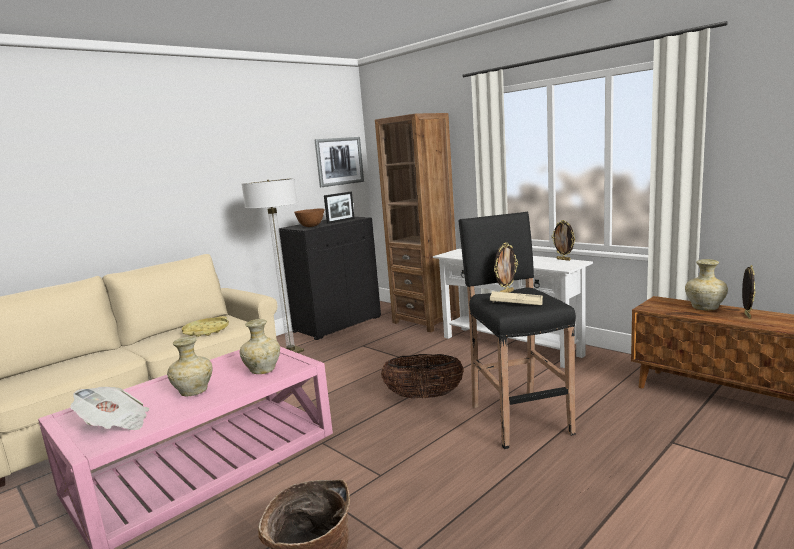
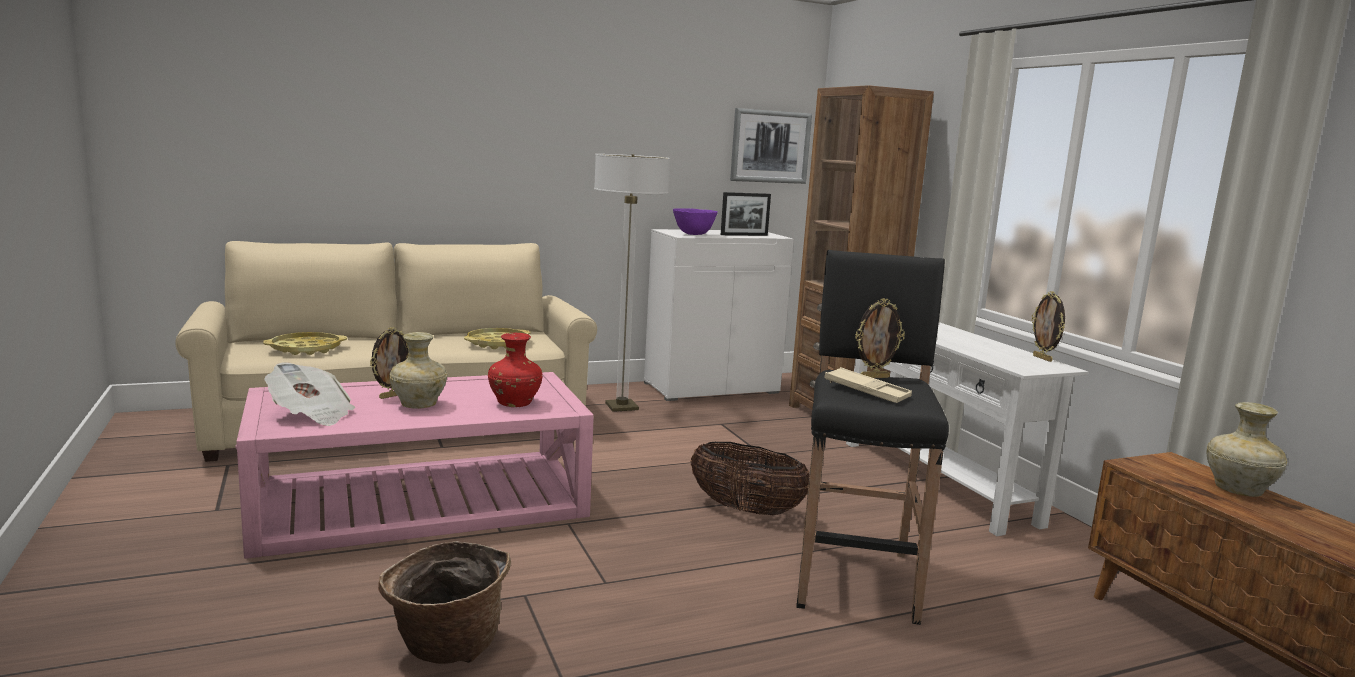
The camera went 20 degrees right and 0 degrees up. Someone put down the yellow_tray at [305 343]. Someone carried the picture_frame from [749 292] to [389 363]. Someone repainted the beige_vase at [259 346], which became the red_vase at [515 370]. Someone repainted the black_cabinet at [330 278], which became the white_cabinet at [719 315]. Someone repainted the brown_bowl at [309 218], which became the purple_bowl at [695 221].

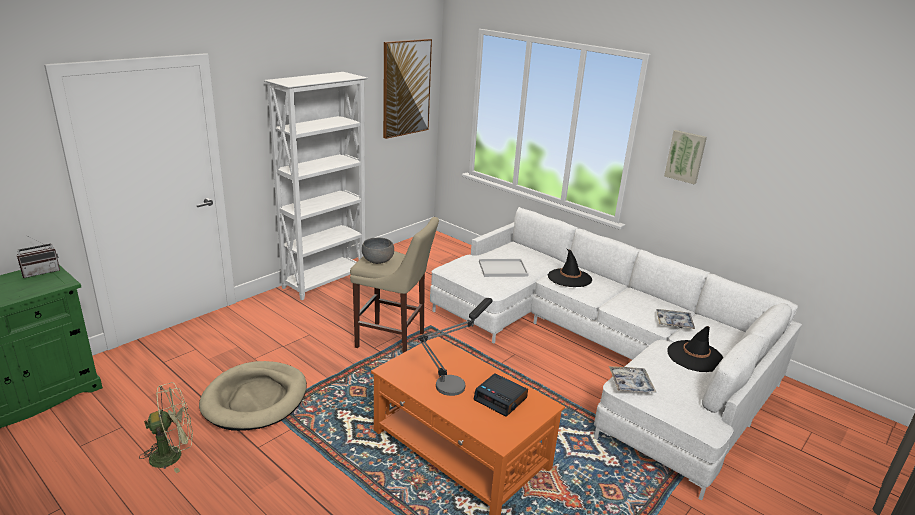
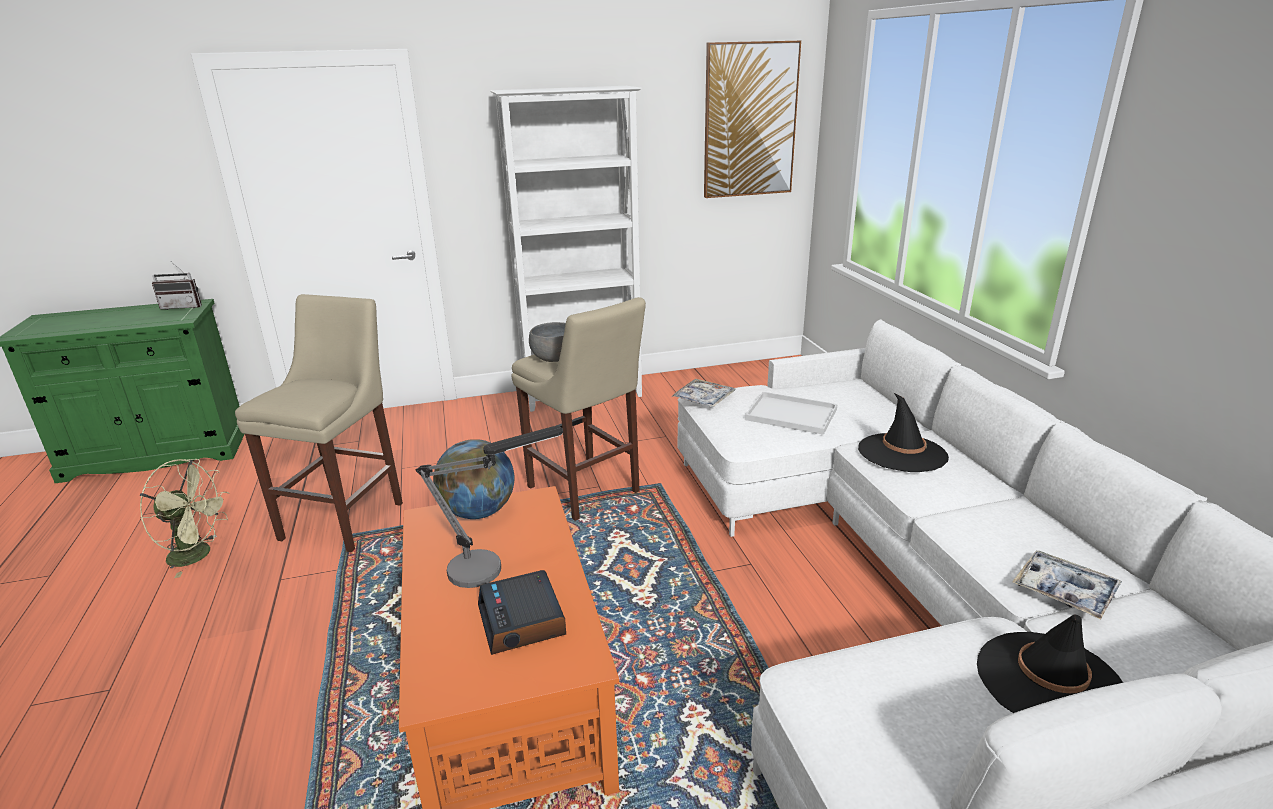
The camera went 35 degrees right and 0 degrees up. Someone swapped the beige_dog_bed at [253 396] for the beige_stool at [319 423]. Someone put down the globe at [473 479]. Someone carried the tray from [632 379] to [703 393]. Someone took away the picture at [685 157].

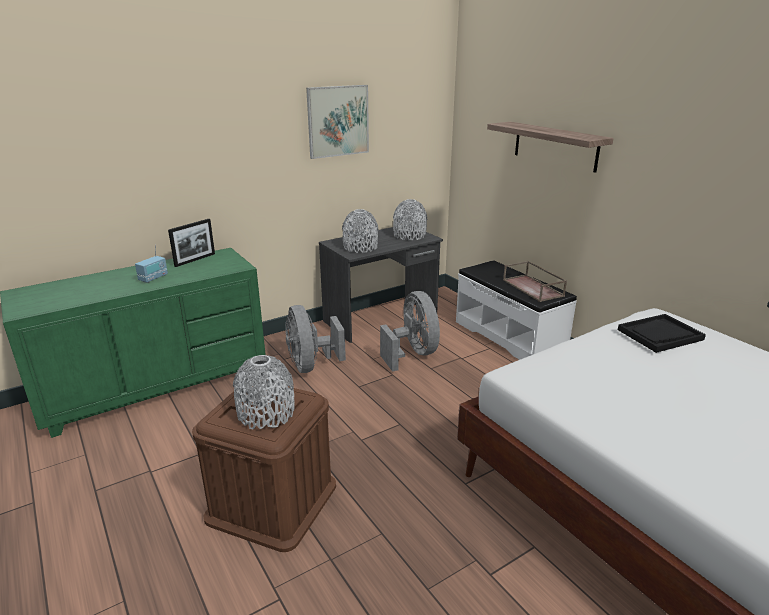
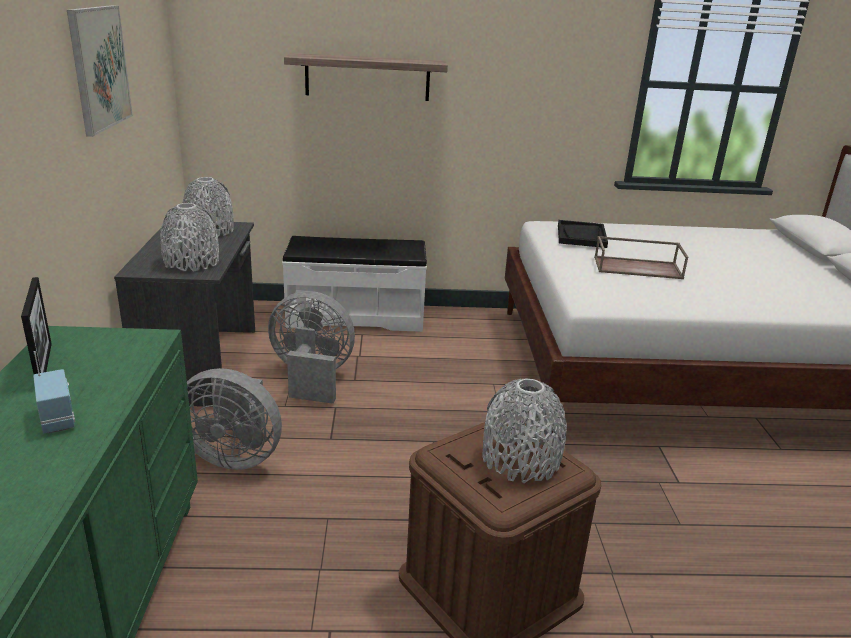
The camera went 60 degrees left and 0 degrees up. Someone carried the brown_tray from [535 281] to [641 257].

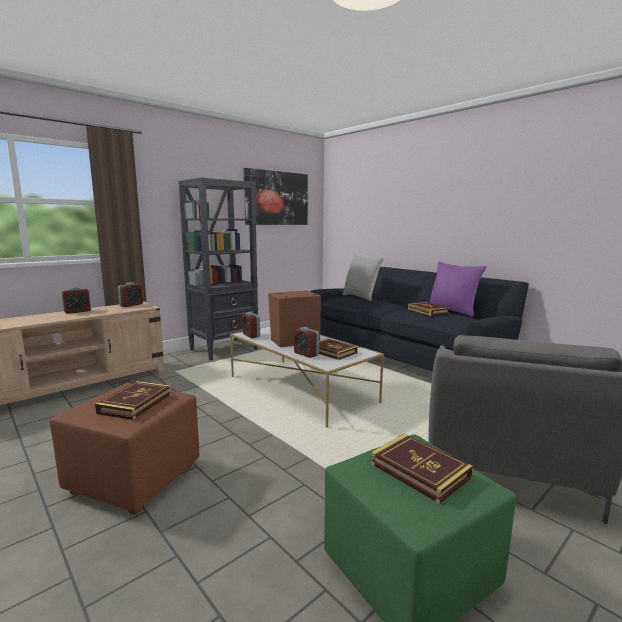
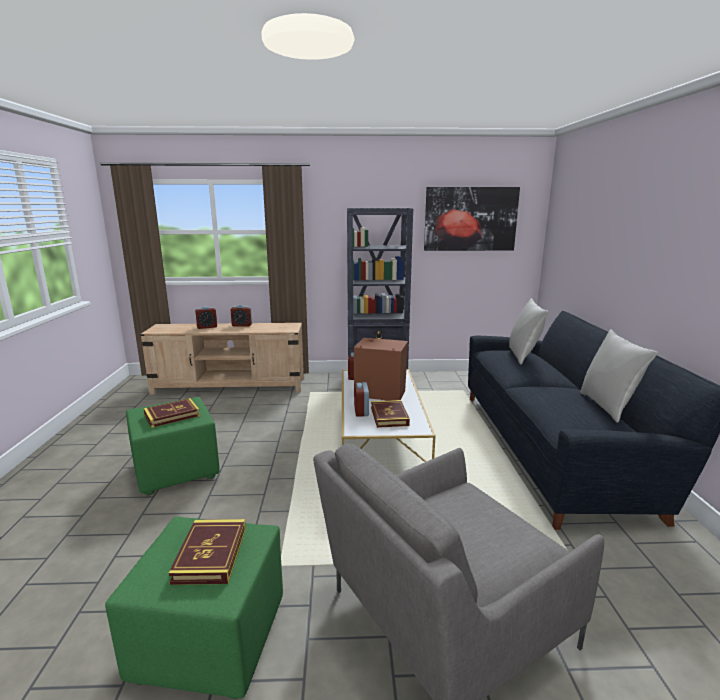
The camera went 40 degrees right and 5 degrees up. Someone repainted the brown_ottoman at [124 448], which became the green_ottoman at [173 446]. Someone carried the alarm_clock from [130 294] to [206 318]. Someone repainted the purple_pillow at [458 289], which became the grey_pillow at [619 376]. Someone took away the book at [429 309].

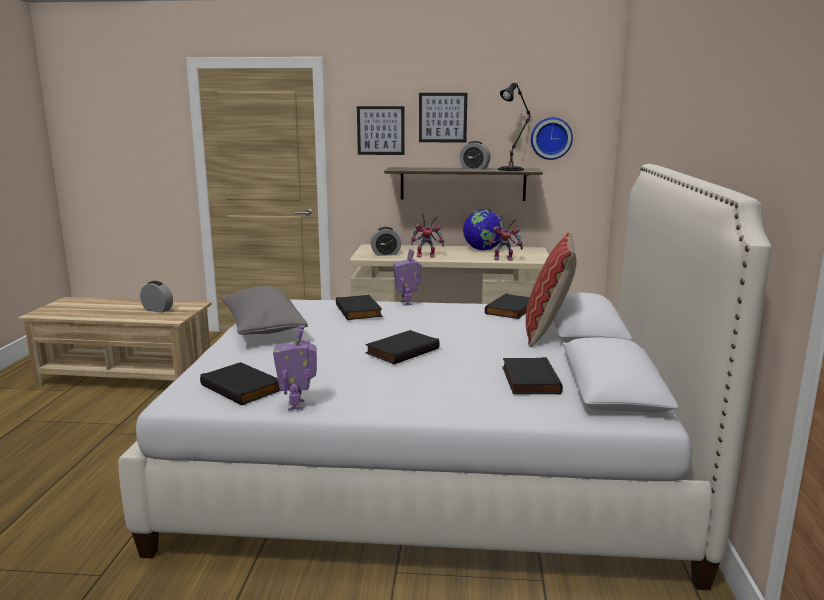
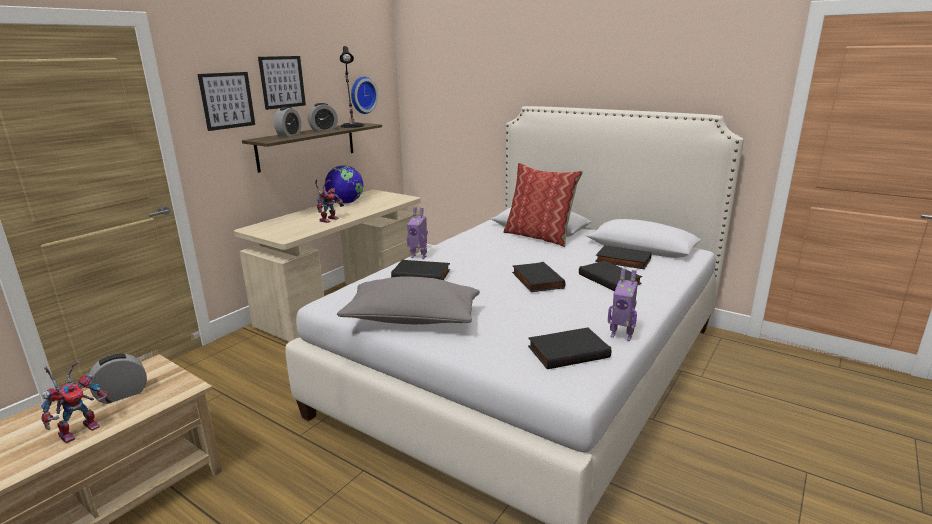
The camera went 60 degrees left and 5 degrees up. Someone carried the toy_robot from [506 238] to [76 402]. Someone carried the alarm_clock from [385 241] to [287 122]. Someone carried the black_book from [507 306] to [610 275].

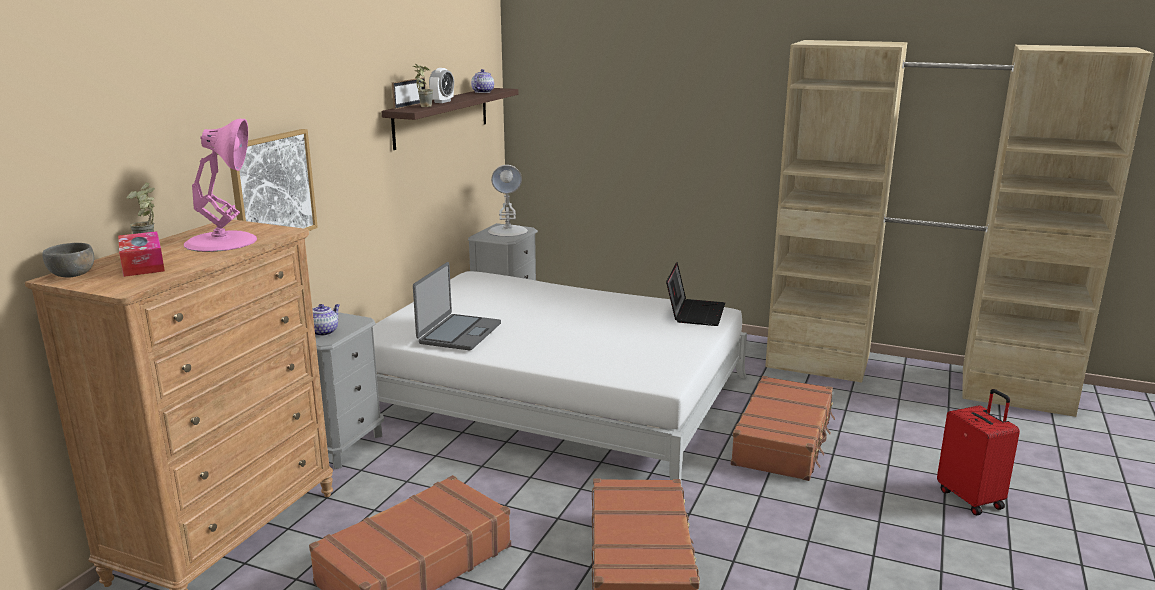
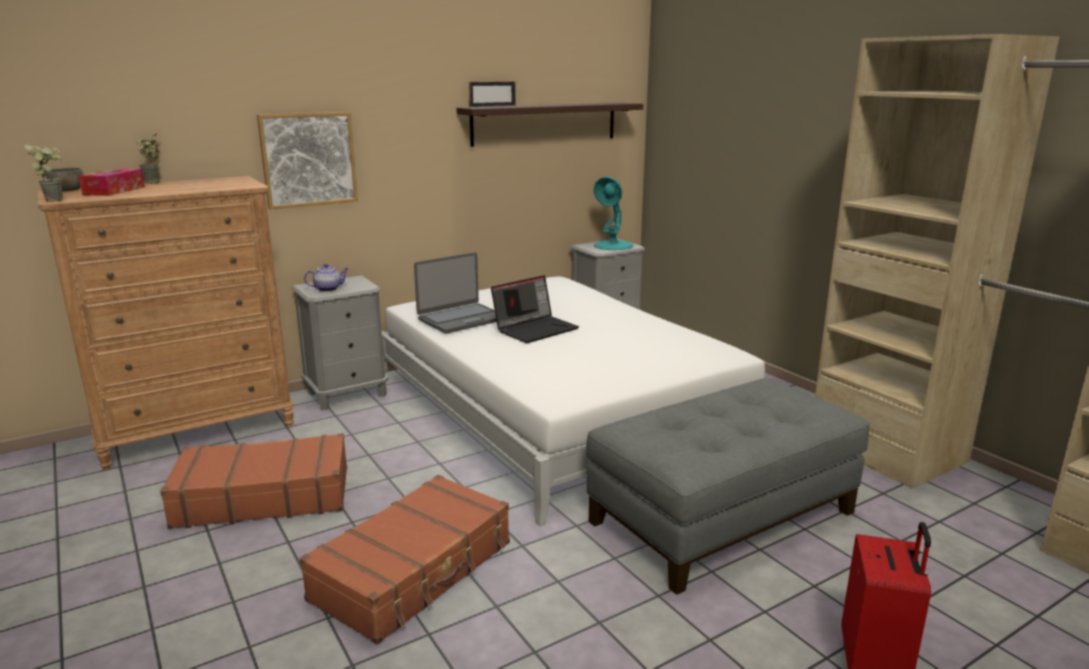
The camera went 35 degrees right and 0 degrees up. Someone carried the potted_plant from [423 85] to [43 173]. Someone carried the laptop from [695 294] to [535 309]. Someone swapped the brown_suitcase at [783 428] for the grey_ottoman at [728 486]. Someone repainted the white_table_lamp at [508 201], which became the turquoise_table_lamp at [614 213]. Someone took away the pink_table_lamp at [220 185]. Someone took away the alarm_clock at [441 85]. Someone took away the teapot at [482 81].

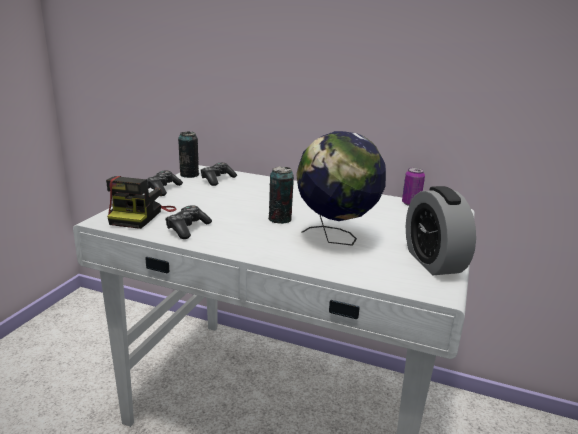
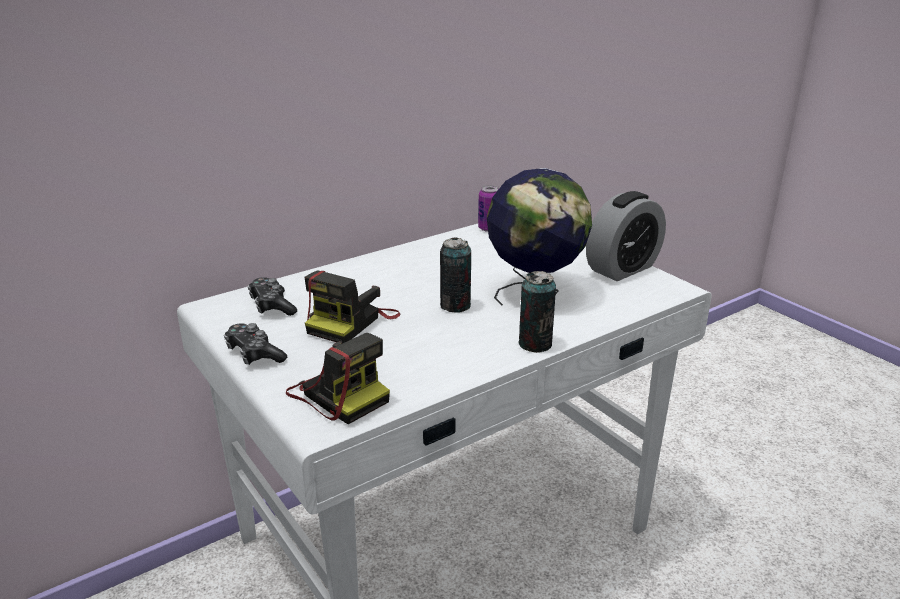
The camera went 55 degrees left and 5 degrees up. Someone put down the photo_camera at [352 307]. Someone carried the can from [188 154] to [537 312]. Someone rotated the alarm_clock at [441 230] by 60 degrees counterclockwise. Someone took away the game_controller at [188 222].

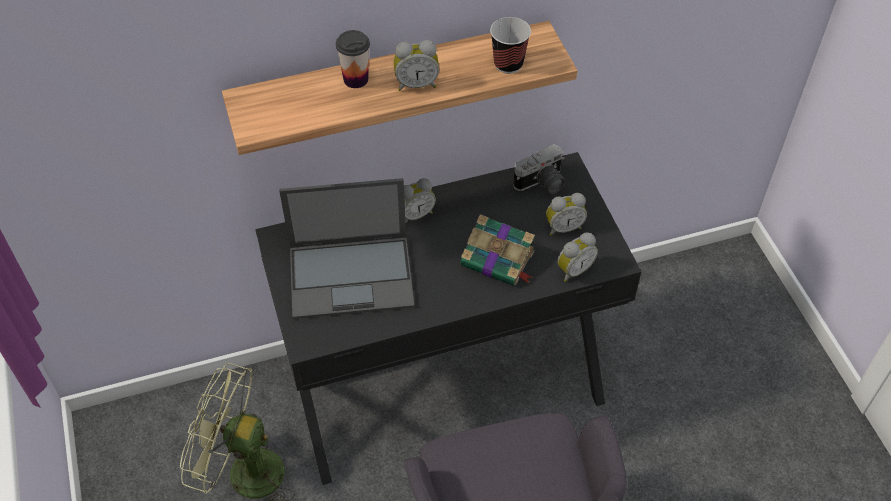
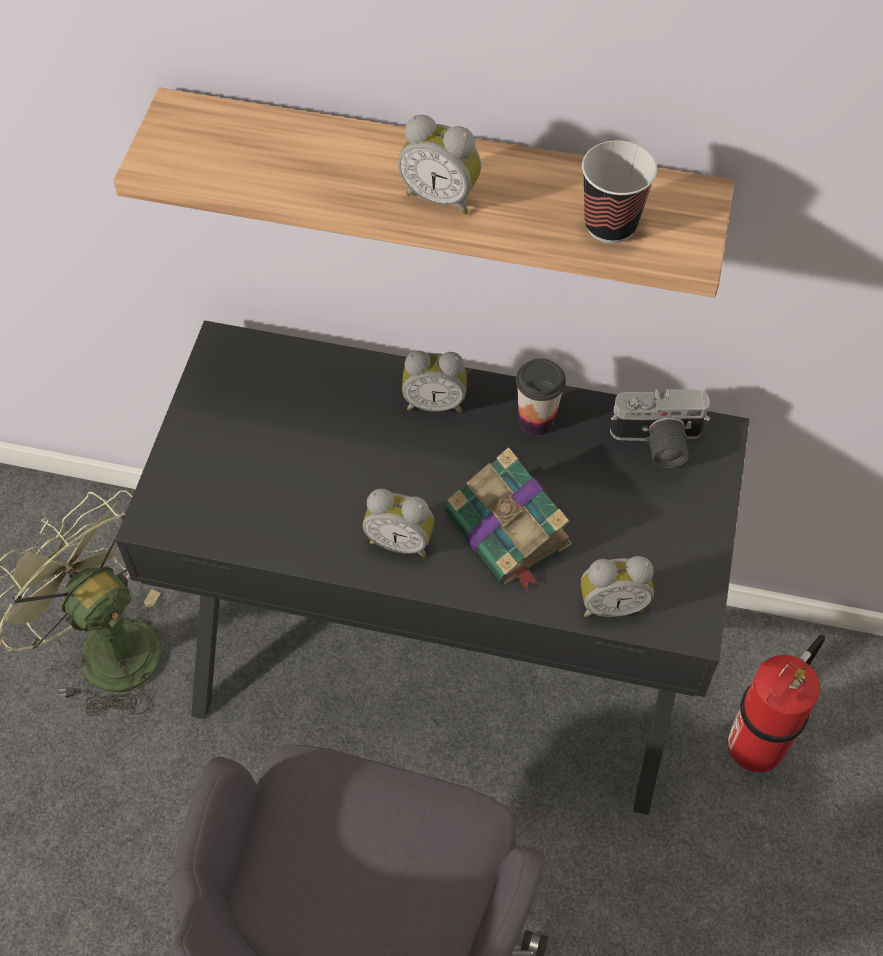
The camera went 30 degrees right and 5 degrees up. Someone carried the alarm_clock from [566 214] to [399 522]. Someone carried the cup from [353 59] to [541 396]. Someone put down the fire_extinguisher at [776 703]. Someone took away the laptop at [346 248].

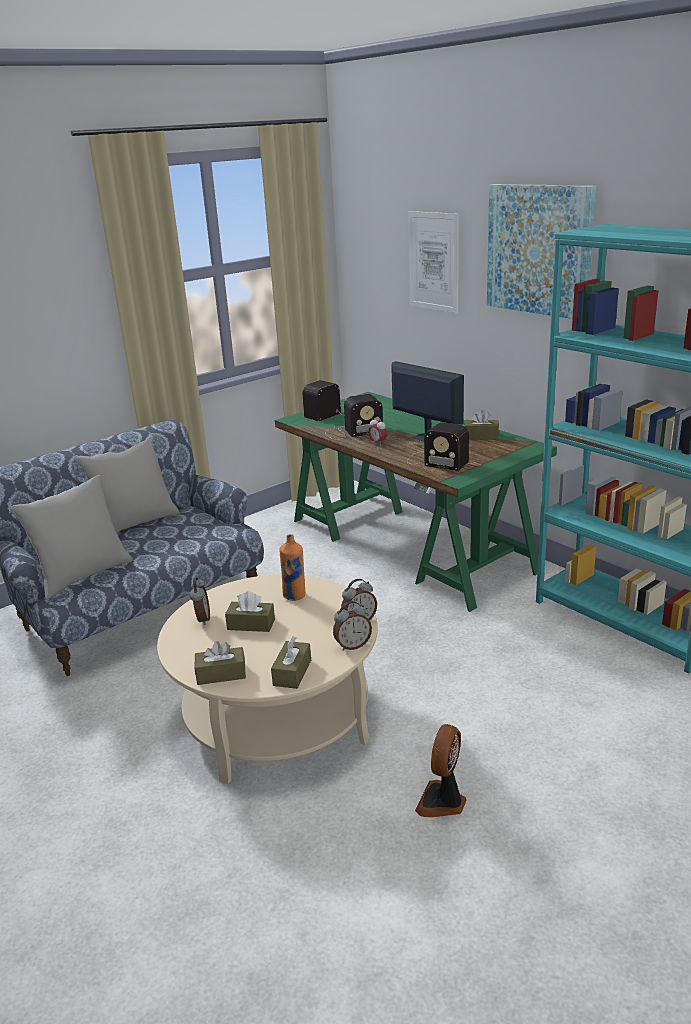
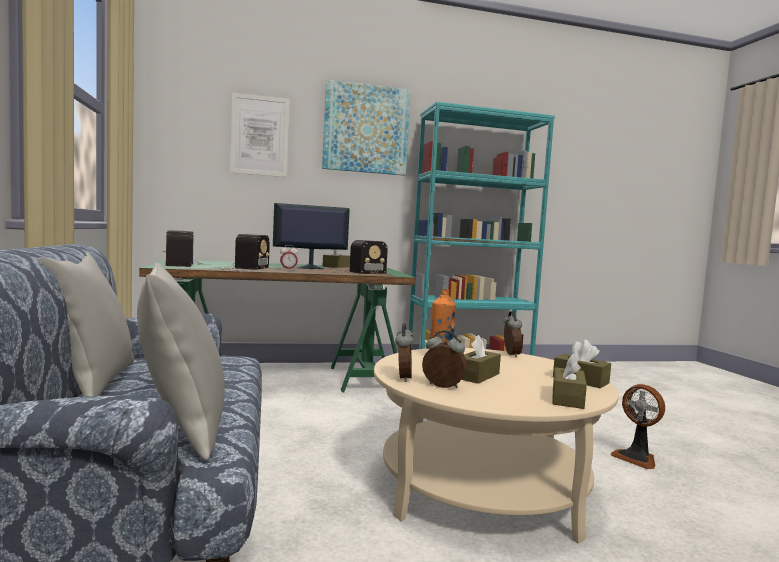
The camera went 65 degrees left and 20 degrees down. Someone carried the alarm_clock from [352 626] to [404 352].

